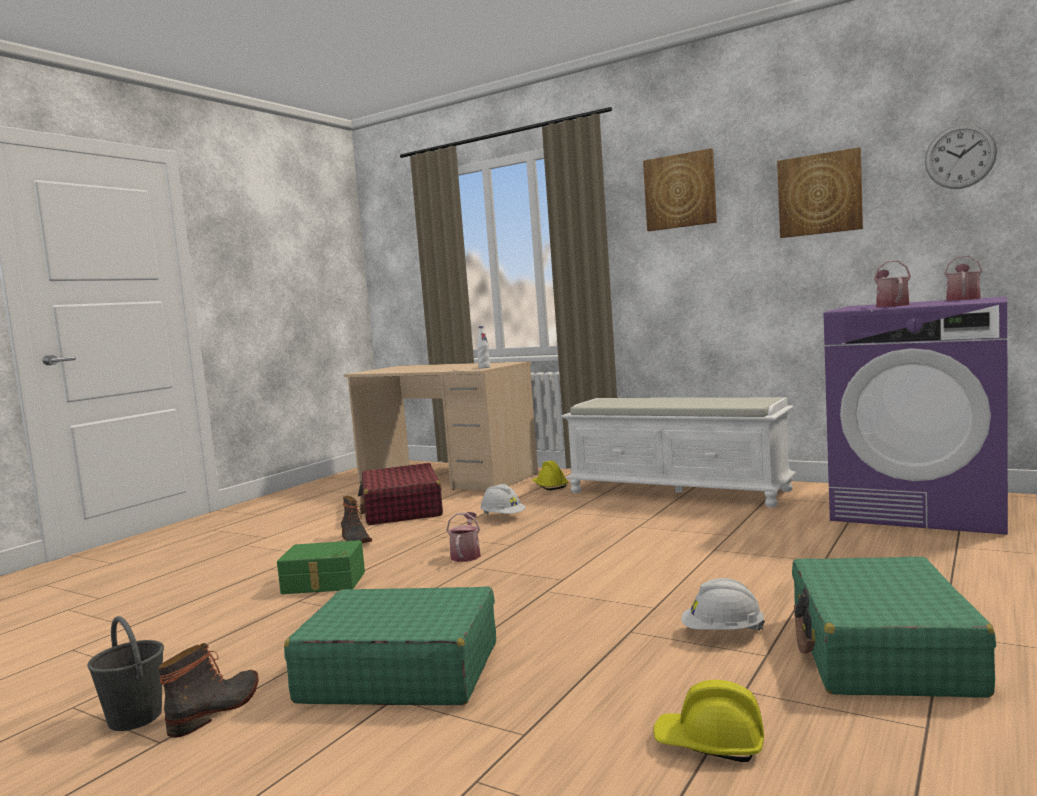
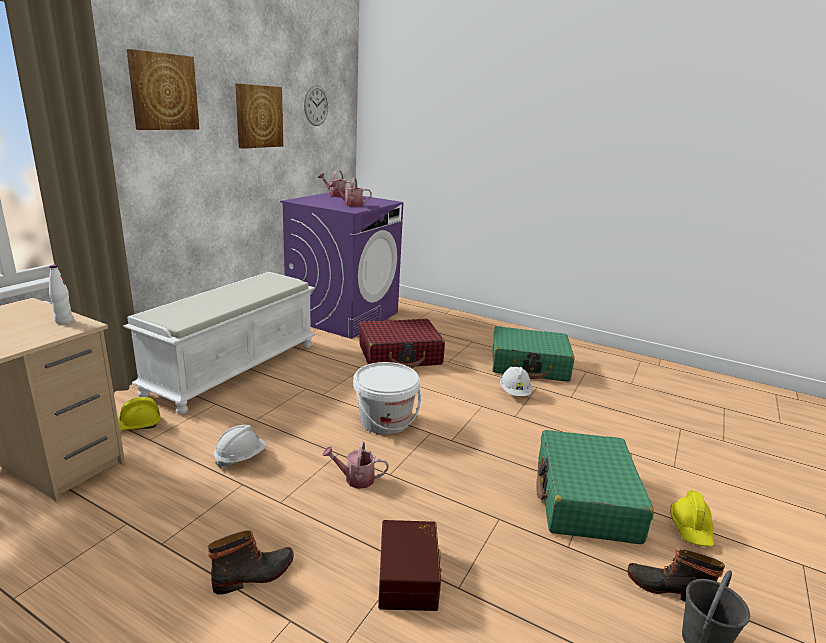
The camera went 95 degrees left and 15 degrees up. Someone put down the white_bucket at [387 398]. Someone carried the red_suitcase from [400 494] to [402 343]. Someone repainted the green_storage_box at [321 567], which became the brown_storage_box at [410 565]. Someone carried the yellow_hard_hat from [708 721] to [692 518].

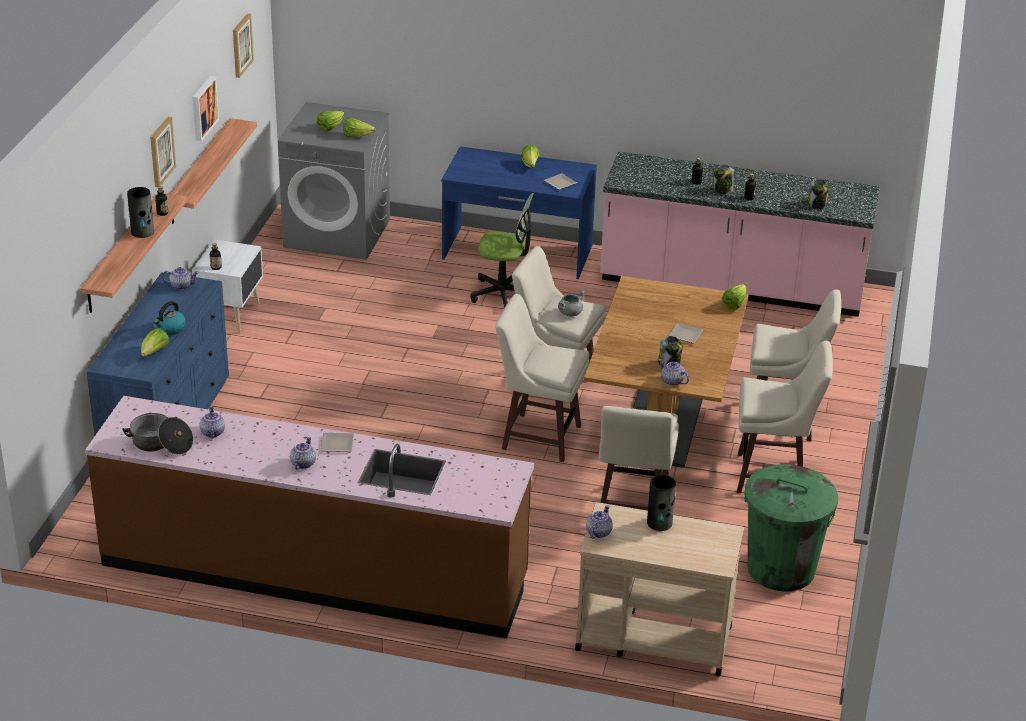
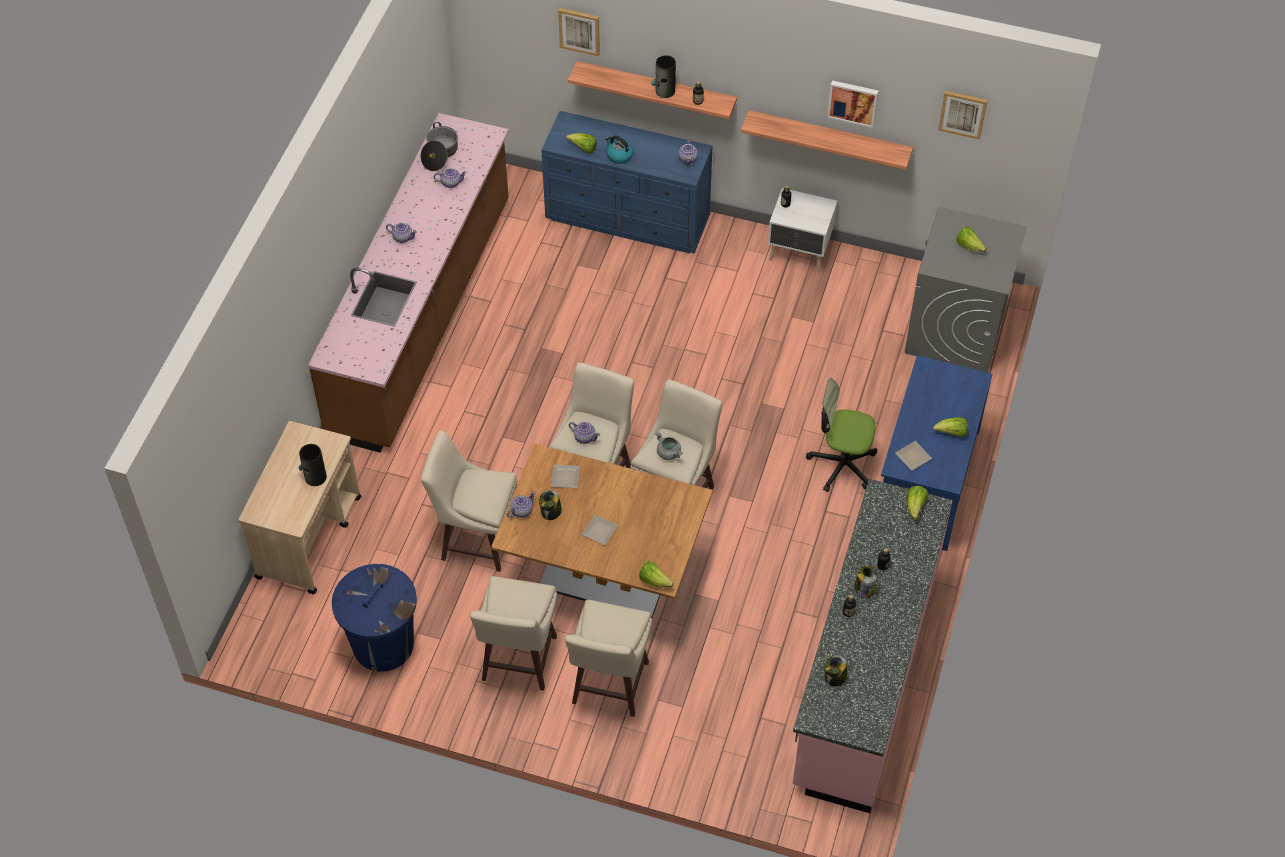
The camera went 95 degrees right and 20 degrees up. Someone repainted the green_trash_can at [791 528], which became the blue_trash_can at [374 618]. Someone carried the plate from [337 442] to [565 476]. Someone carried the picture from [163 152] to [579 32]. Someone carried the teapot from [599 522] to [584 433]. Someone rotated the office_chair at [502 250] by 90 degrees clockwise. Someone carried the lettuce from [359 127] to [917 503].

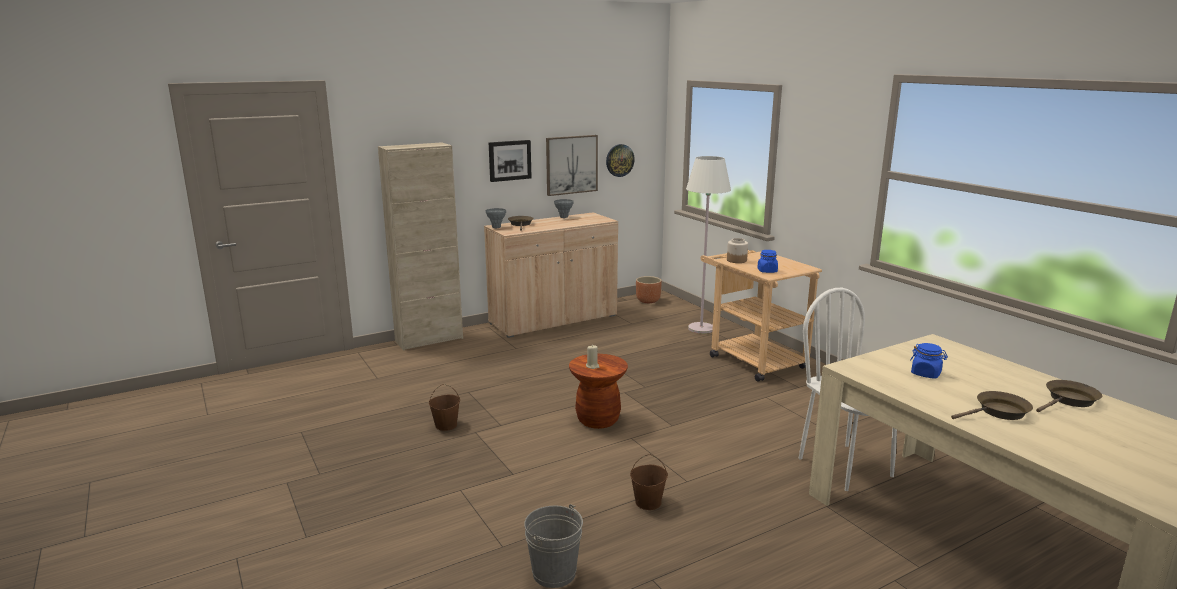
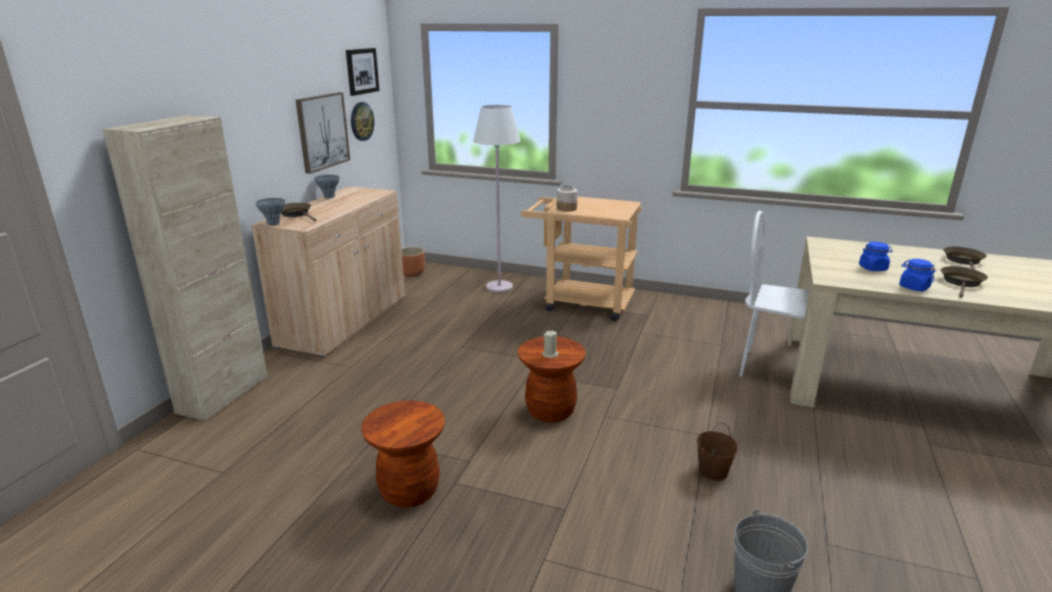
The camera went 40 degrees left and 5 degrees up. Someone carried the picture from [510 161] to [362 72]. Someone swapped the brown_bucket at [444 407] for the brown_stool at [403 454]. Someone carried the blue_jar from [767 261] to [917 275].

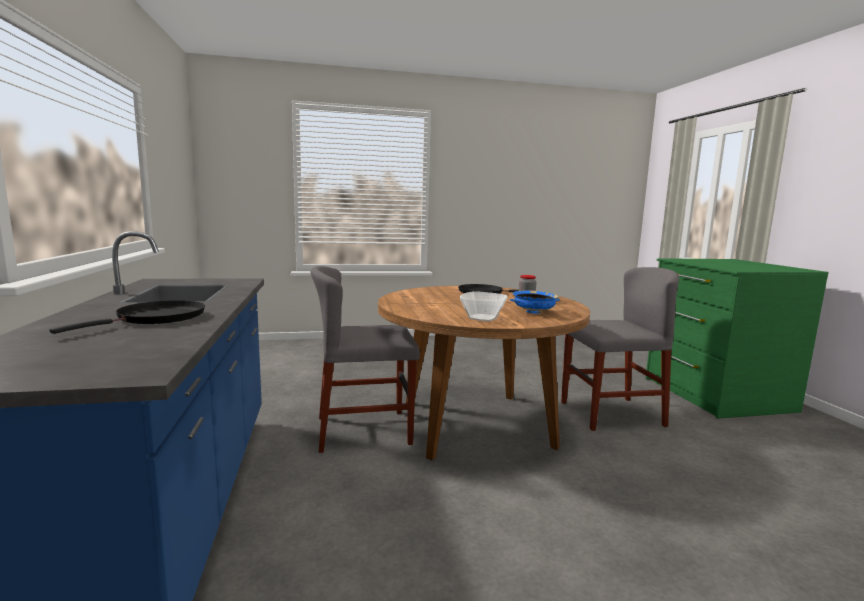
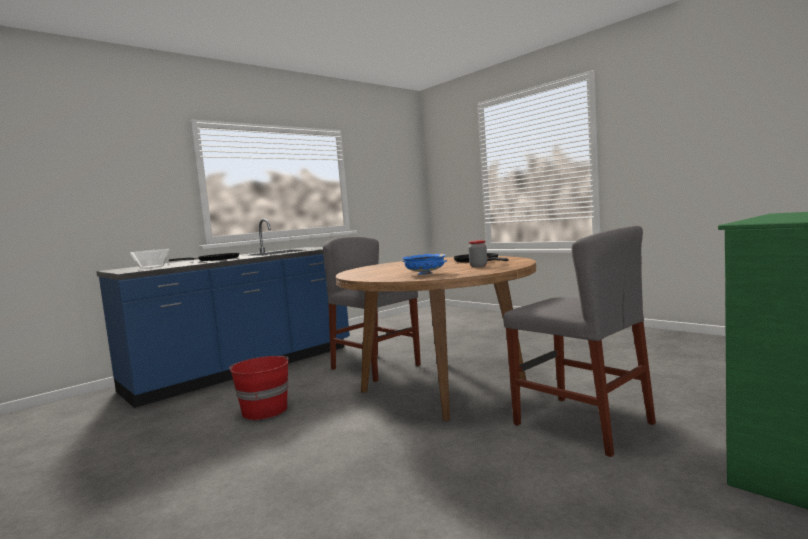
The camera went 60 degrees right and 5 degrees down. Someone carried the bowl from [484 306] to [149 259]. Someone put down the red_bucket at [259 388].

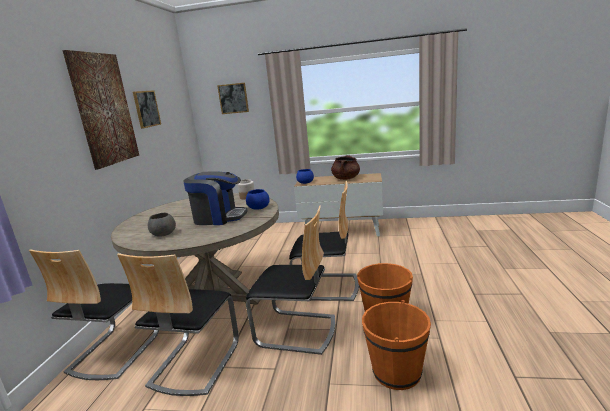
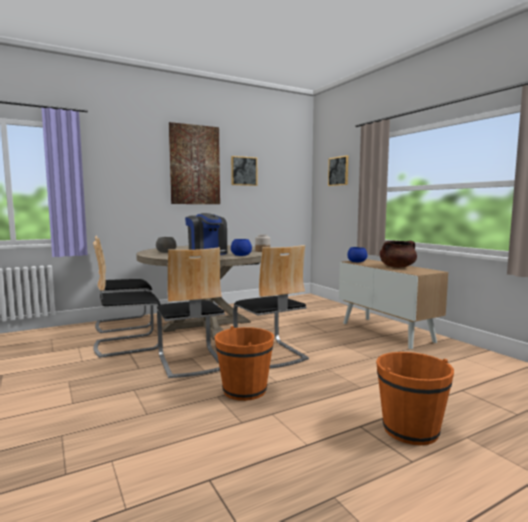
The camera went 50 degrees right and 10 degrees down. Someone carried the orange_bucket from [396 345] to [415 398].

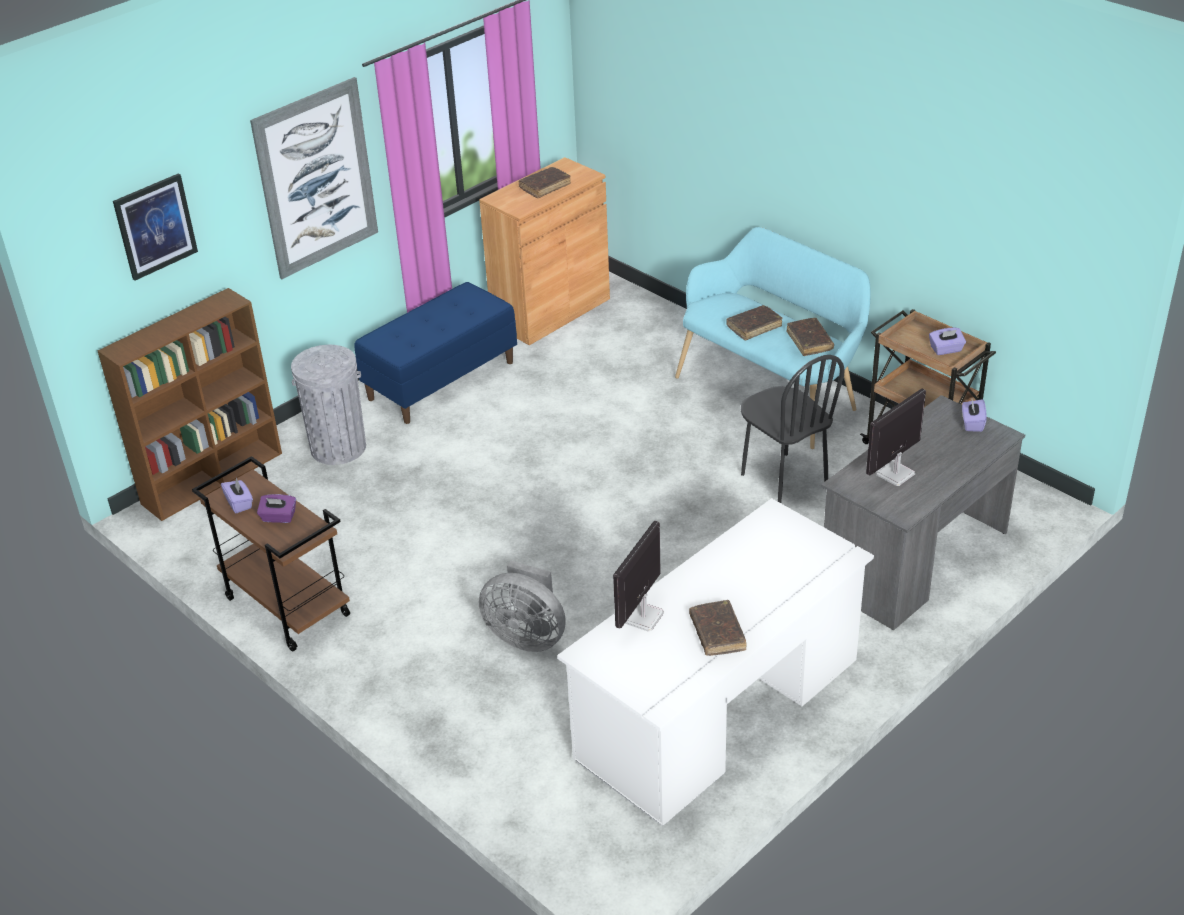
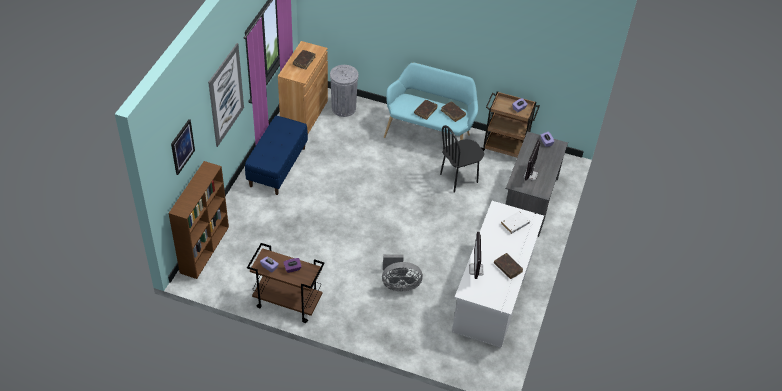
The camera went 30 degrees left and 10 degrees up. Someone carried the grey_trash_can from [328 405] to [344 91]. Someone rotated the black_chair at [792 429] by 120 degrees clockwise. Someone put down the white_book at [515 222].

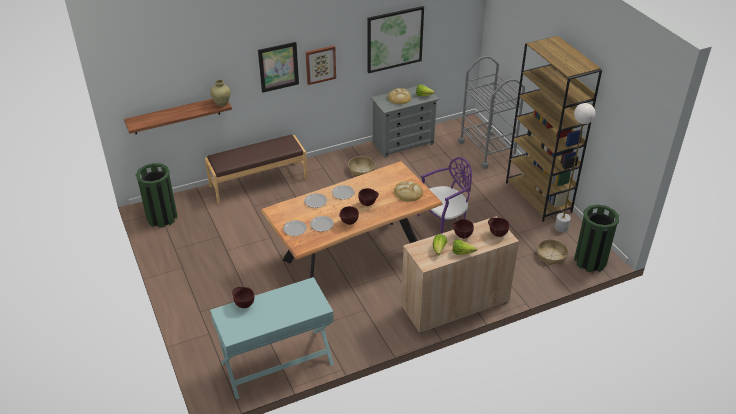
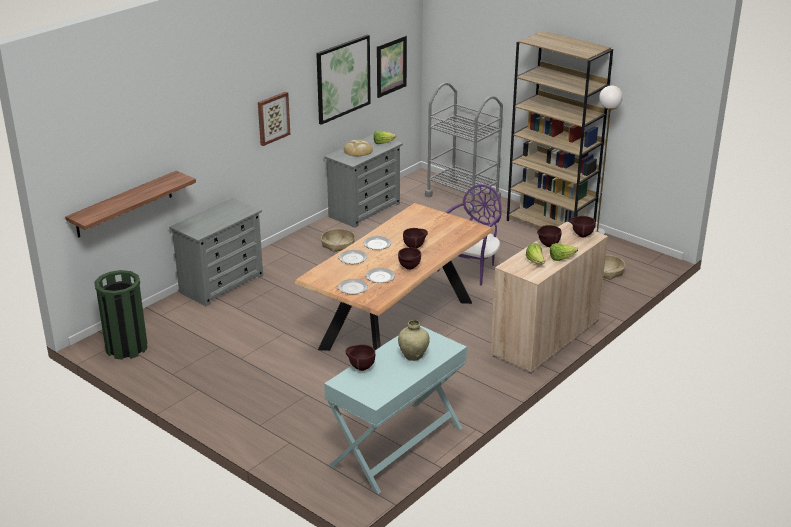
The camera went 25 degrees left and 10 degrees down. Someone swapped the brown_bench at [256 169] for the grey_dresser at [216 252]. Someone carried the picture from [278 67] to [392 67]. Someone carried the beige_vase from [220 93] to [414 340]. Someone took away the bread at [408 191]. Someone took away the green_trash_can at [596 238].

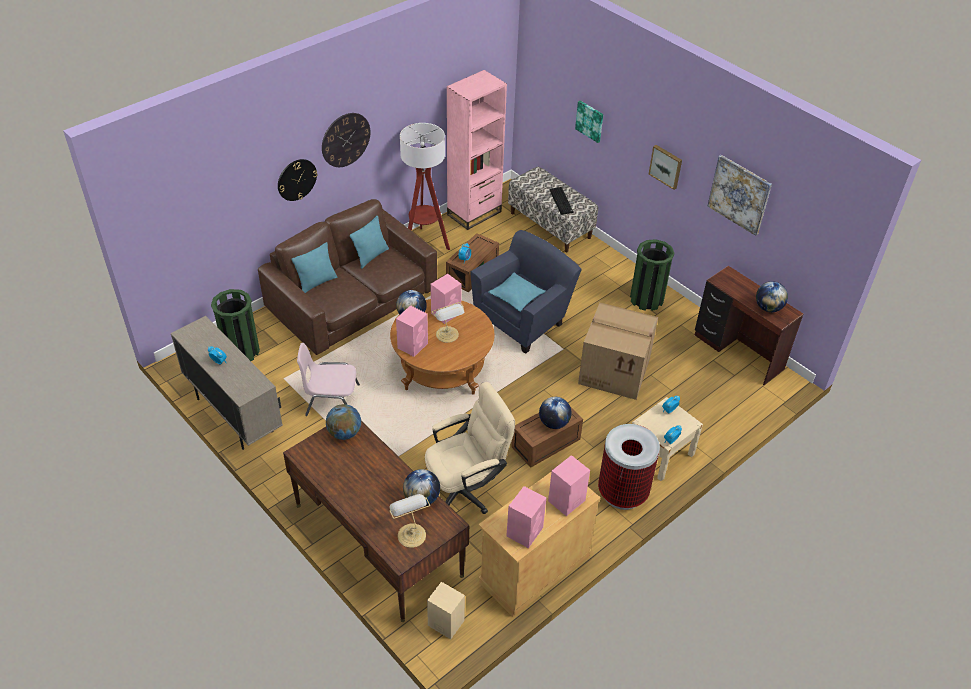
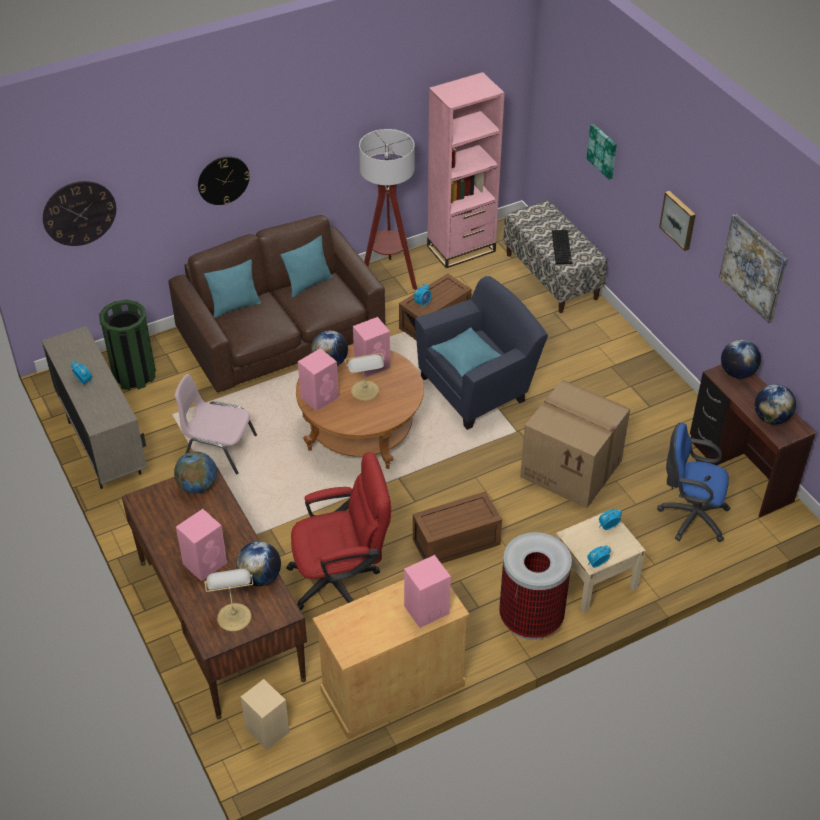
The camera went 15 degrees right and 0 degrees up. Someone carried the wall_clock from [346 140] to [79 213]. Someone carried the pink_speaker from [526 517] to [201 545]. Someone repainted the beige_office_chair at [470 448], which became the red_office_chair at [338 531]. Someone put down the blue_office_chair at [694 482]. Someone carried the globe from [555 413] to [741 359]. Someone took away the green_trash_can at [652 275].

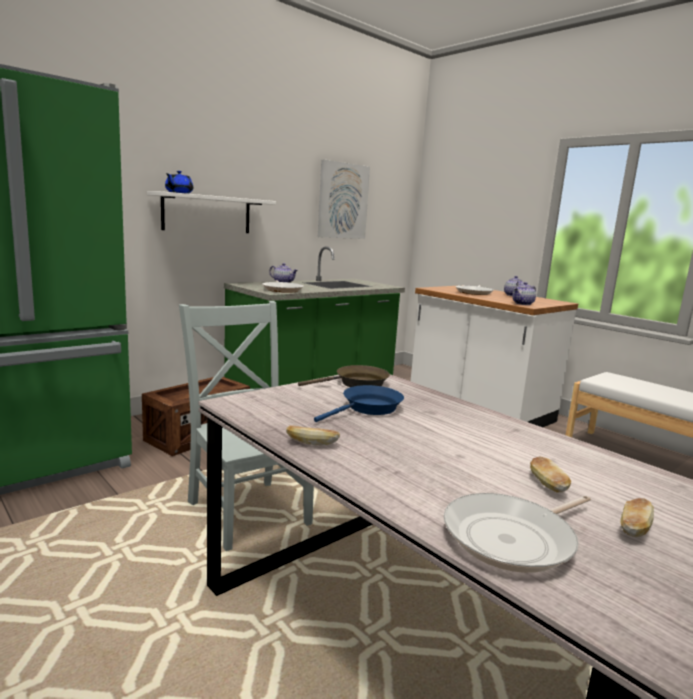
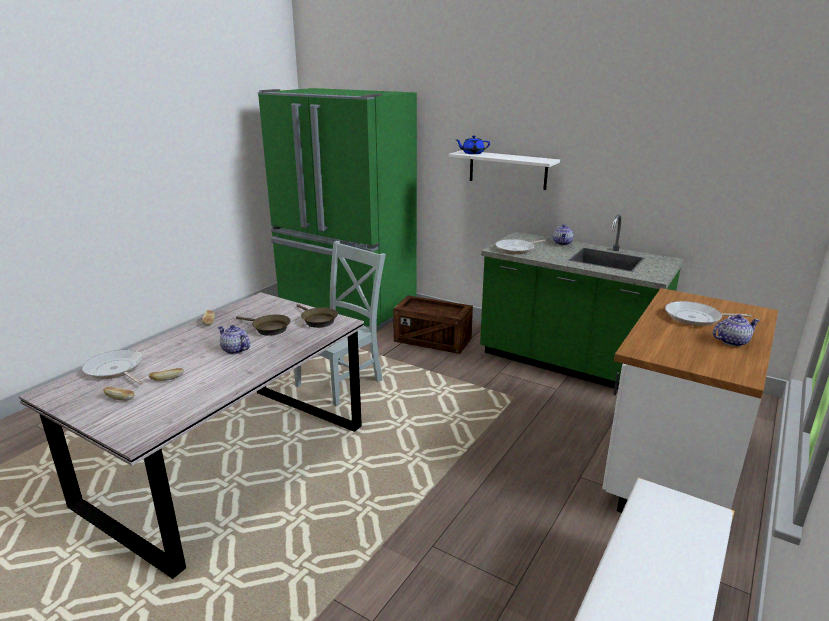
The camera went 75 degrees right and 10 degrees up. Someone carried the teapot from [524 293] to [234 339]. Someone repainted the blue_frying_pan at [359 403], which became the brown_frying_pan at [263 325]. Someone took away the picture at [344 199].

